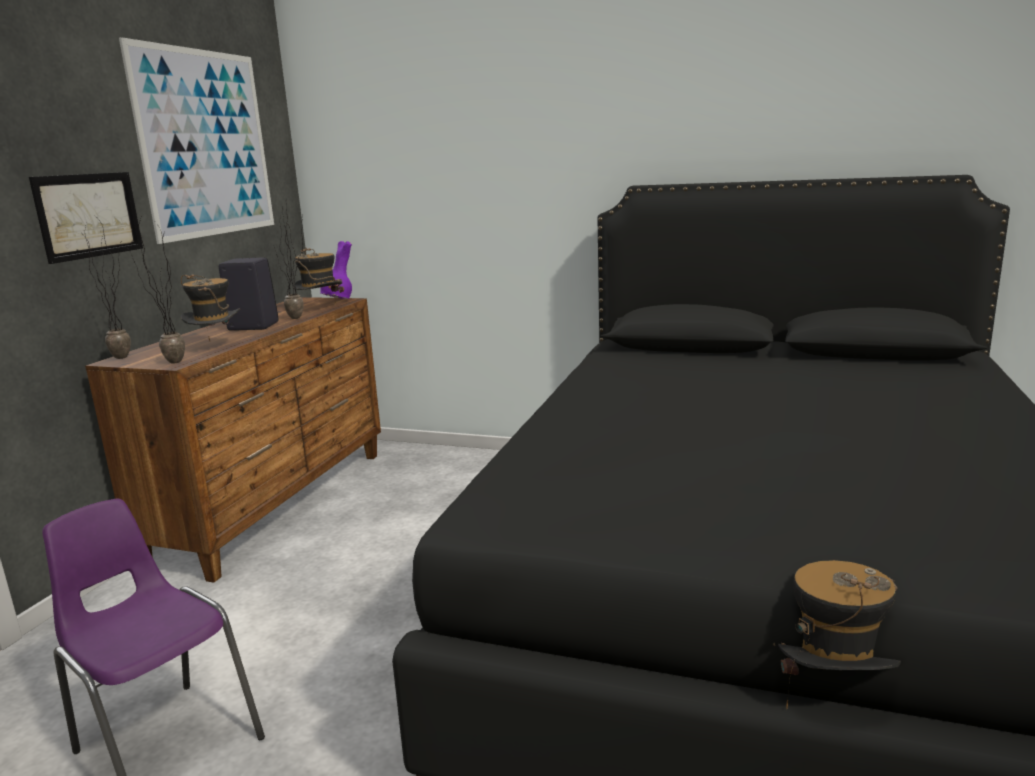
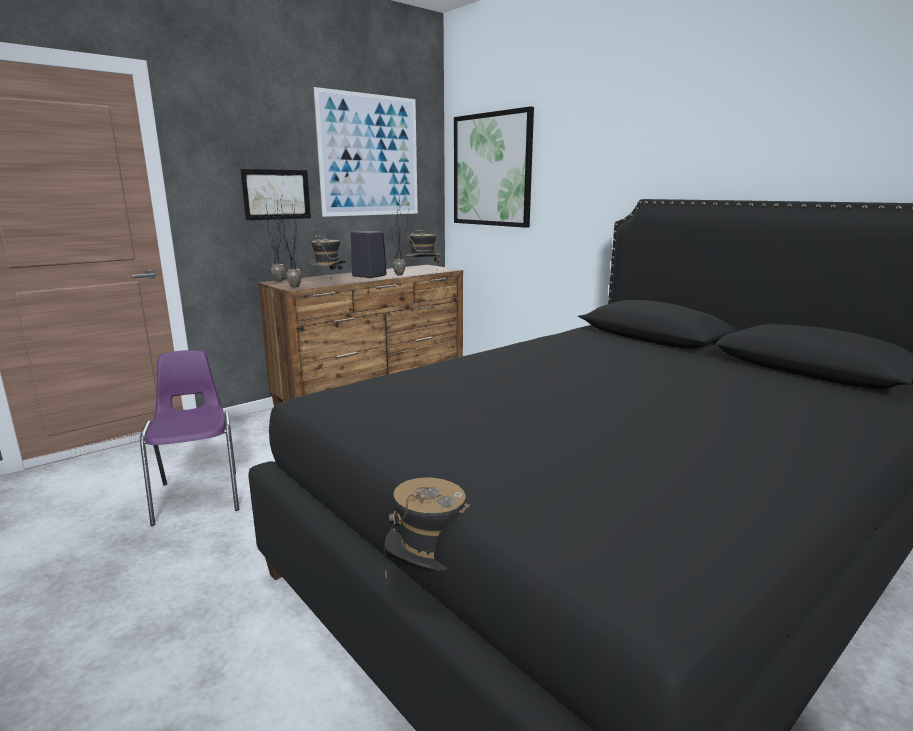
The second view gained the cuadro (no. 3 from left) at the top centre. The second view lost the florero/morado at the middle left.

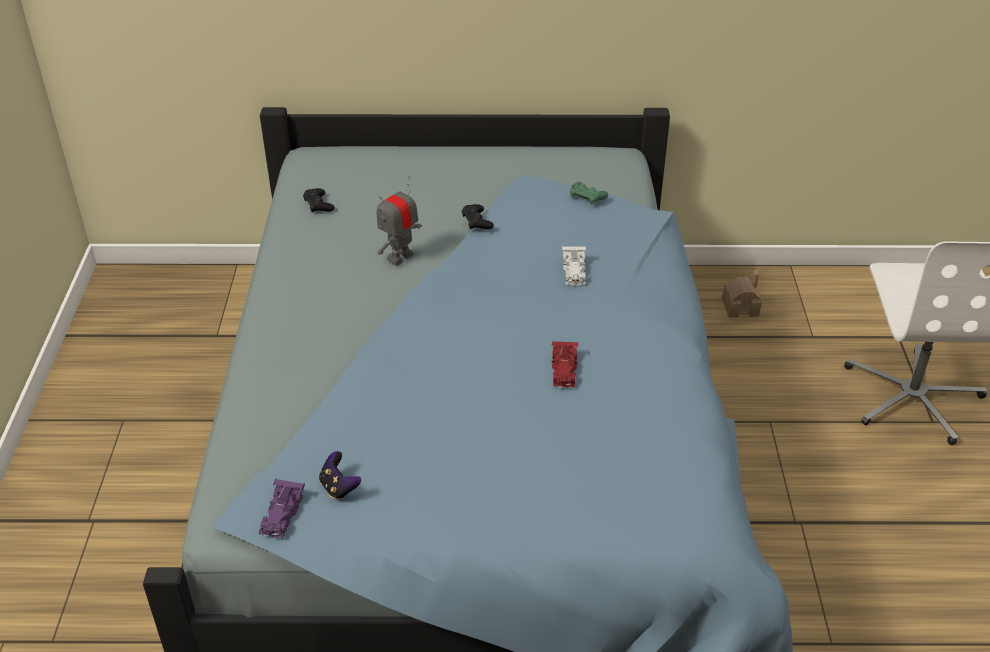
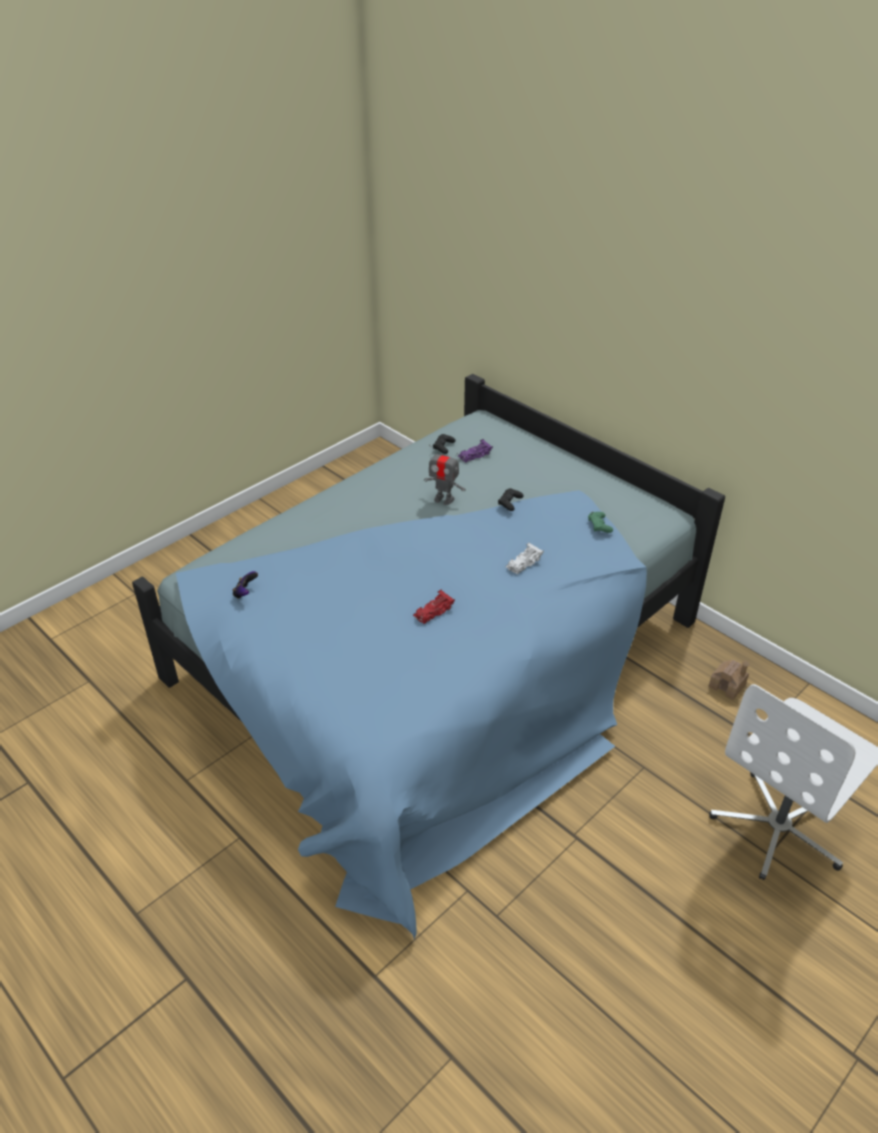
The robot de juguete at the centre ended up facing another way, 150 degrees counterclockwise from before. The coche de juguete/morado ended up elsewhere, having gone from the bottom left to the centre.

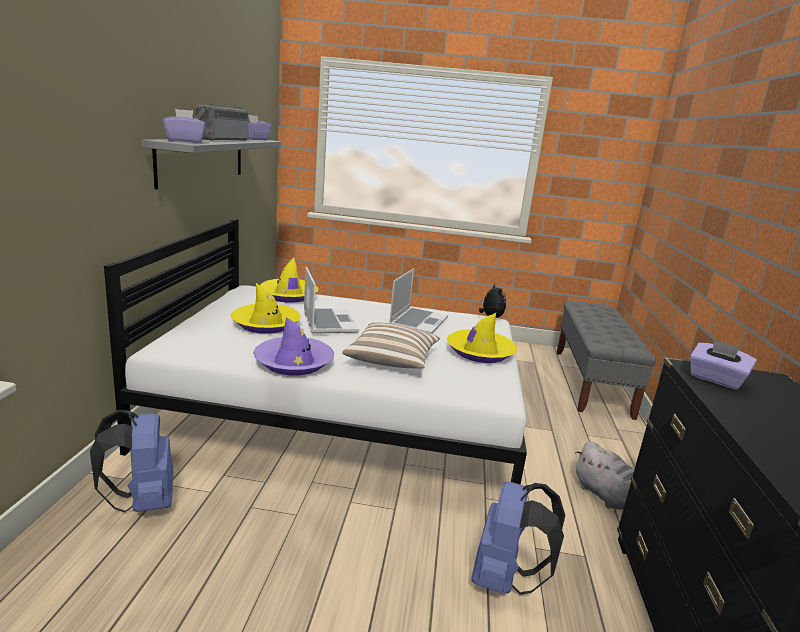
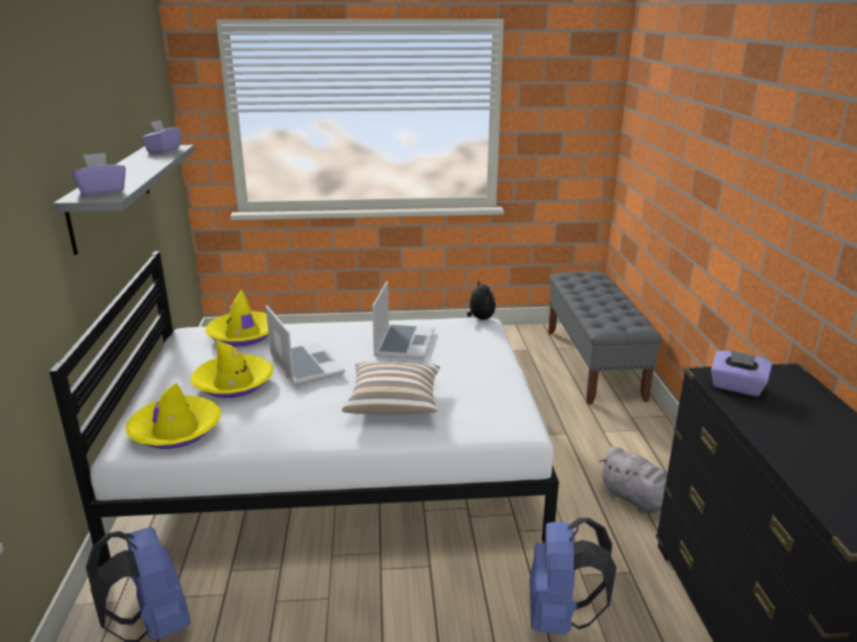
The sombrero/amarillo (no. 3 from left in the first image) ended up elsewhere, having gone from the centre to the middle left. The second view lost the radio at the top left. The second view lost the sombrero/morado at the centre.

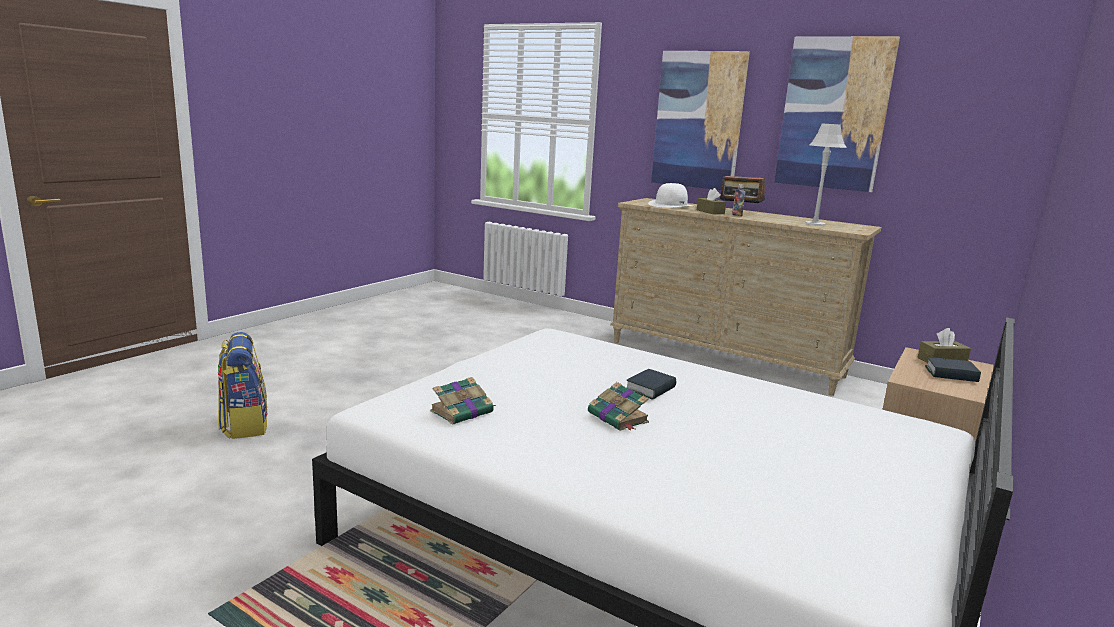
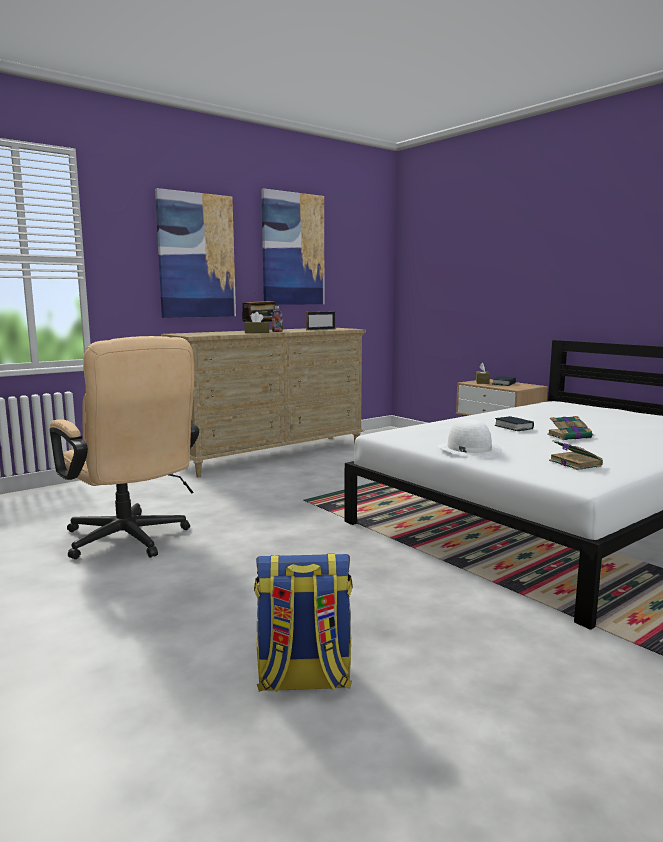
The second view gained the silla de oficina/beis at the middle left. Where the lámpara de mesa/gris stood at the top right, the portarretratos came to stand at the centre. The sombrero/blanco ended up elsewhere, having gone from the top centre to the middle right.

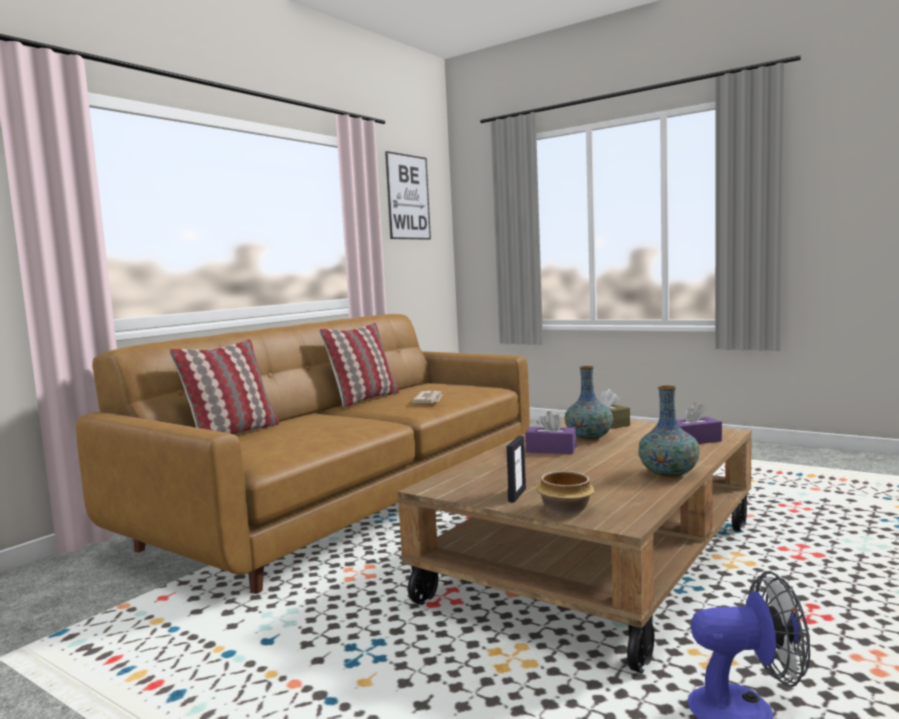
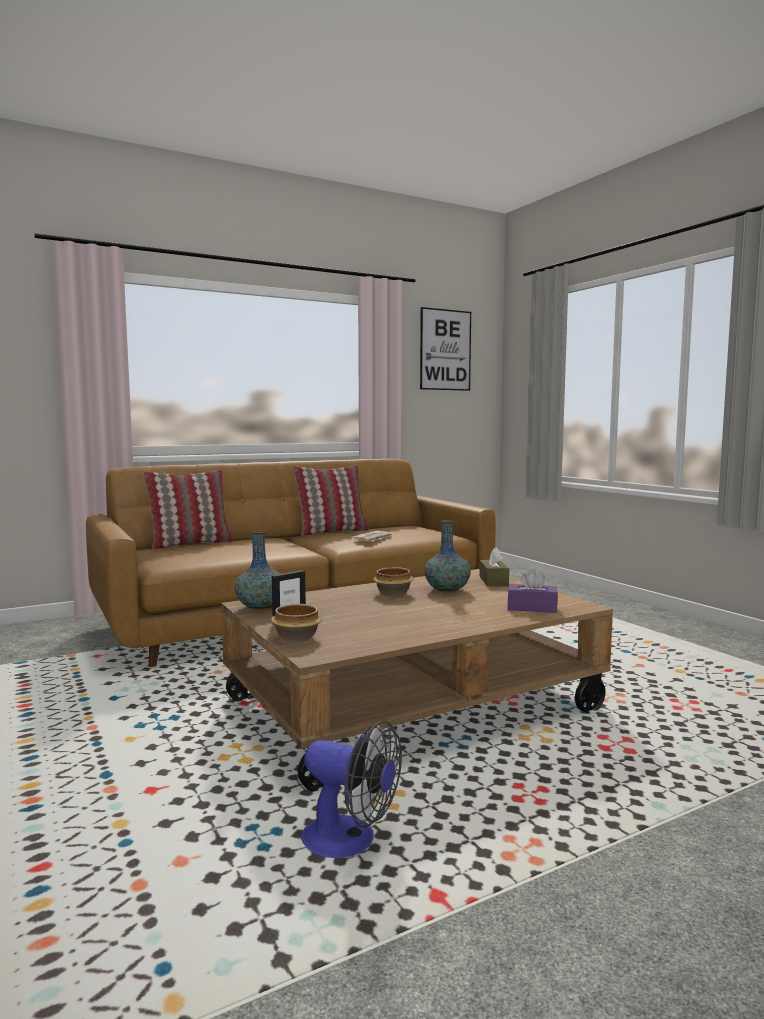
The florero (no. 2 from left in the first image) ended up elsewhere, having gone from the middle right to the centre. Where the caja de pañuelos/morado (no. 1 from left) stood at the centre, the cuenco (no. 2 from left) came to stand at the centre.

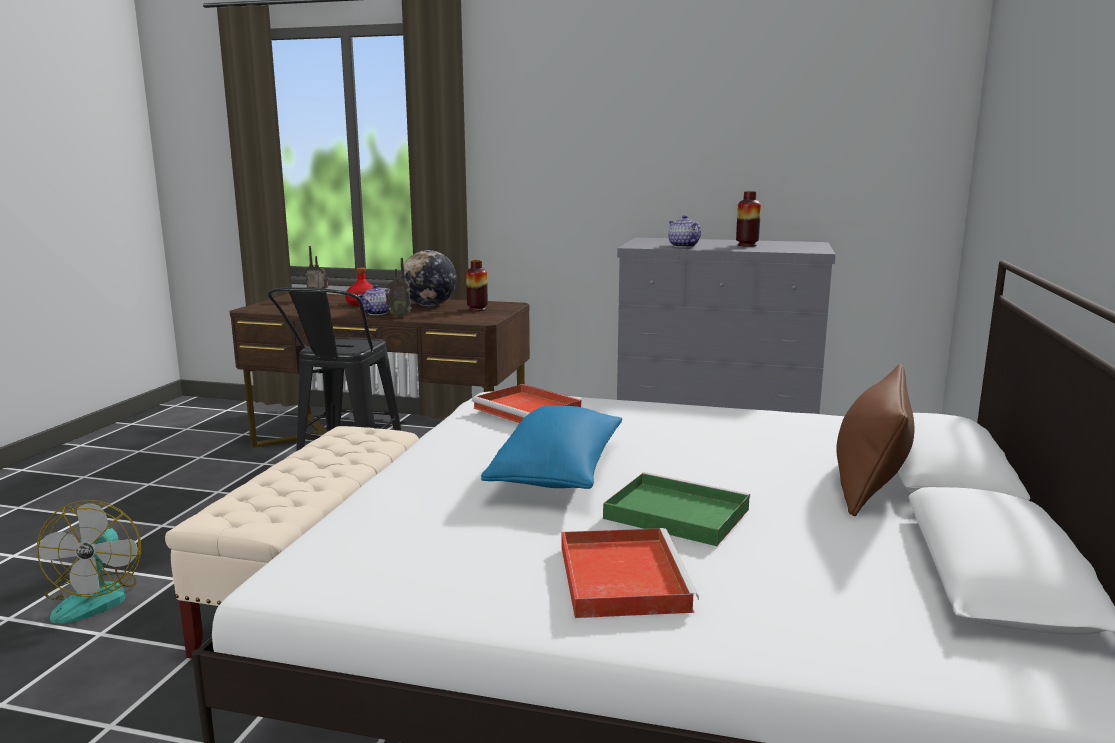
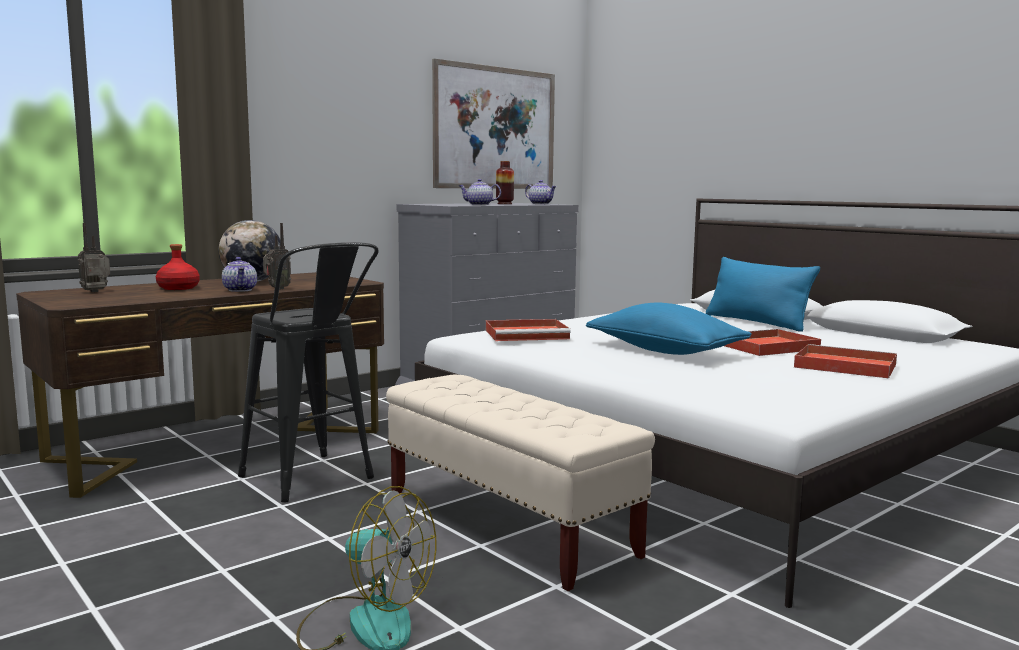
The second view gained the cuadro at the top centre. The second view gained the tetera (no. 3 from left) at the top centre. What was the cojín/marrón at the middle right turned into the cojín/azul (no. 2 from left) at the middle right. What was the bandeja/verde at the bottom centre turned into the bandeja/rojo (no. 2 from left) at the middle right. The second view lost the florero (no. 1 from left) at the centre.

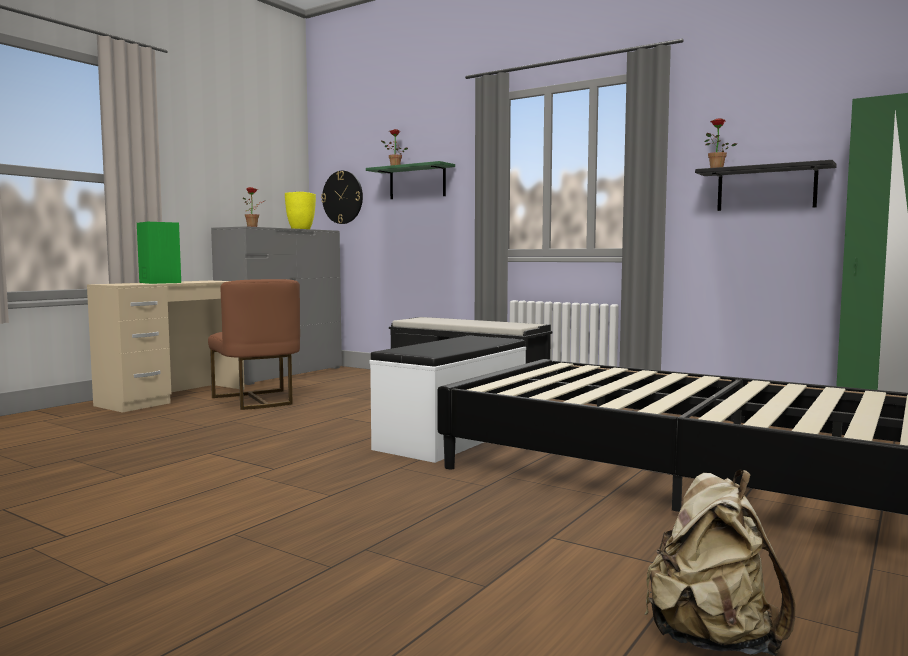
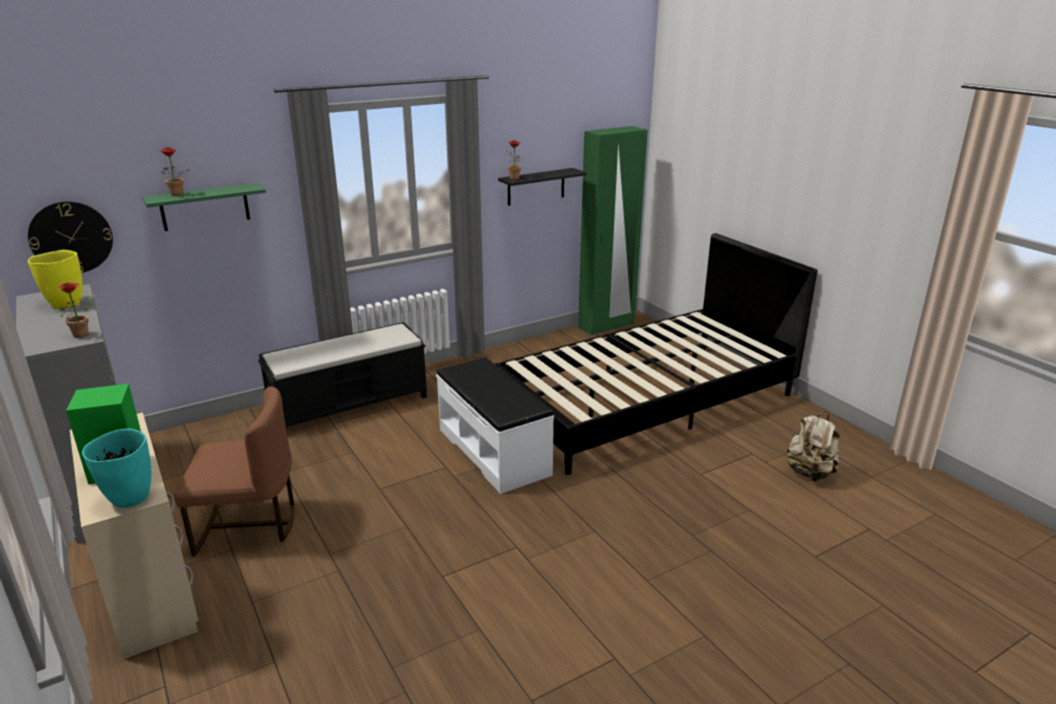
The second view gained the florero/turquesa at the middle left.

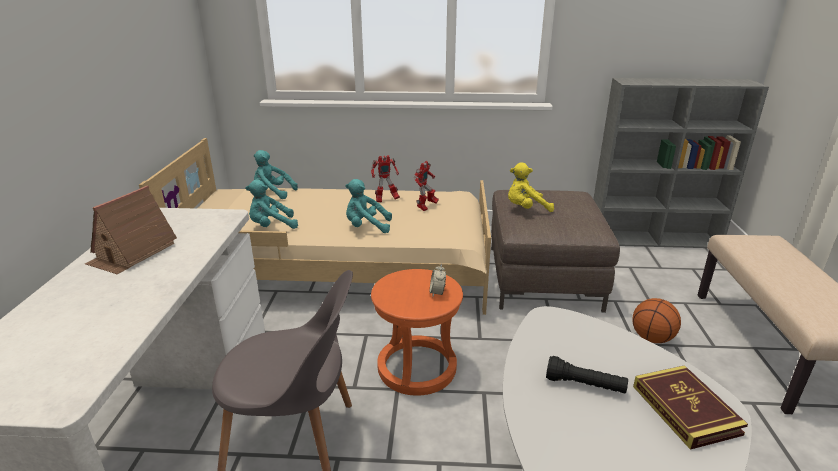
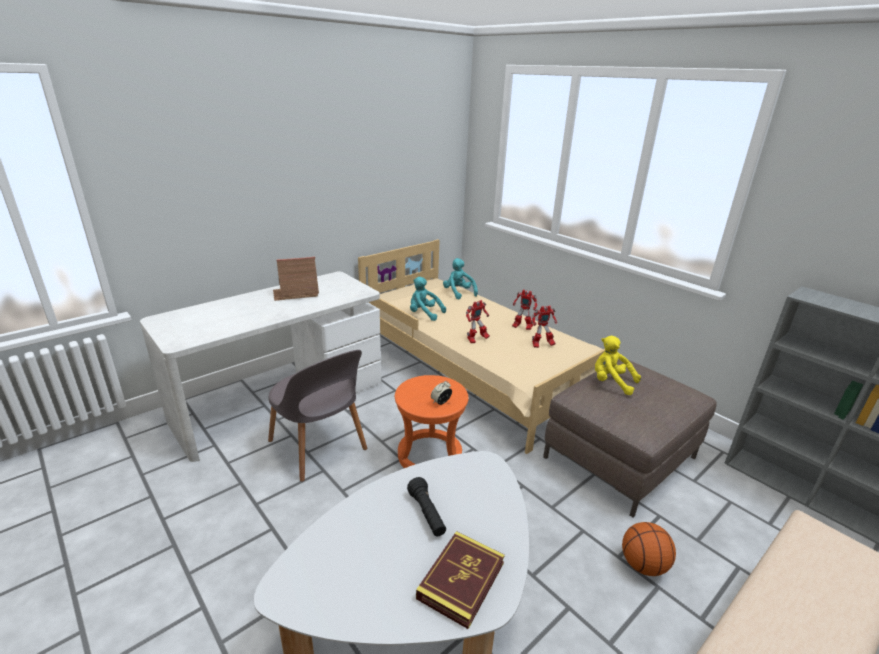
Where the peluche/turquesa (no. 3 from left) stood at the centre, the robot de juguete (no. 1 from left) came to stand at the centre.

